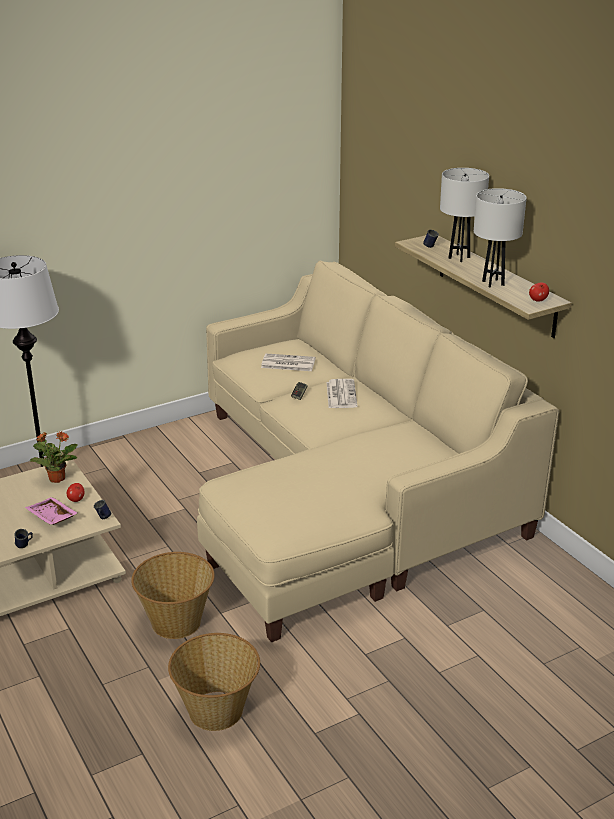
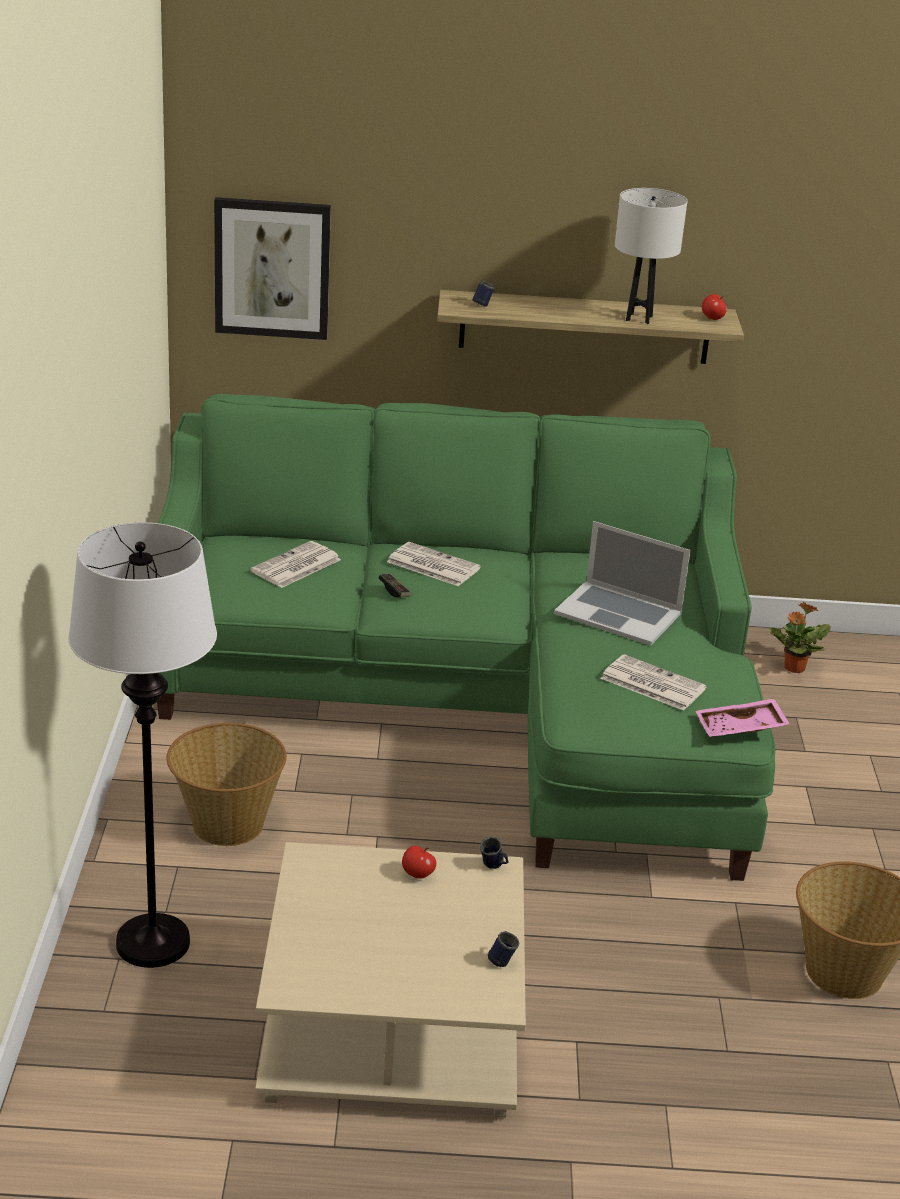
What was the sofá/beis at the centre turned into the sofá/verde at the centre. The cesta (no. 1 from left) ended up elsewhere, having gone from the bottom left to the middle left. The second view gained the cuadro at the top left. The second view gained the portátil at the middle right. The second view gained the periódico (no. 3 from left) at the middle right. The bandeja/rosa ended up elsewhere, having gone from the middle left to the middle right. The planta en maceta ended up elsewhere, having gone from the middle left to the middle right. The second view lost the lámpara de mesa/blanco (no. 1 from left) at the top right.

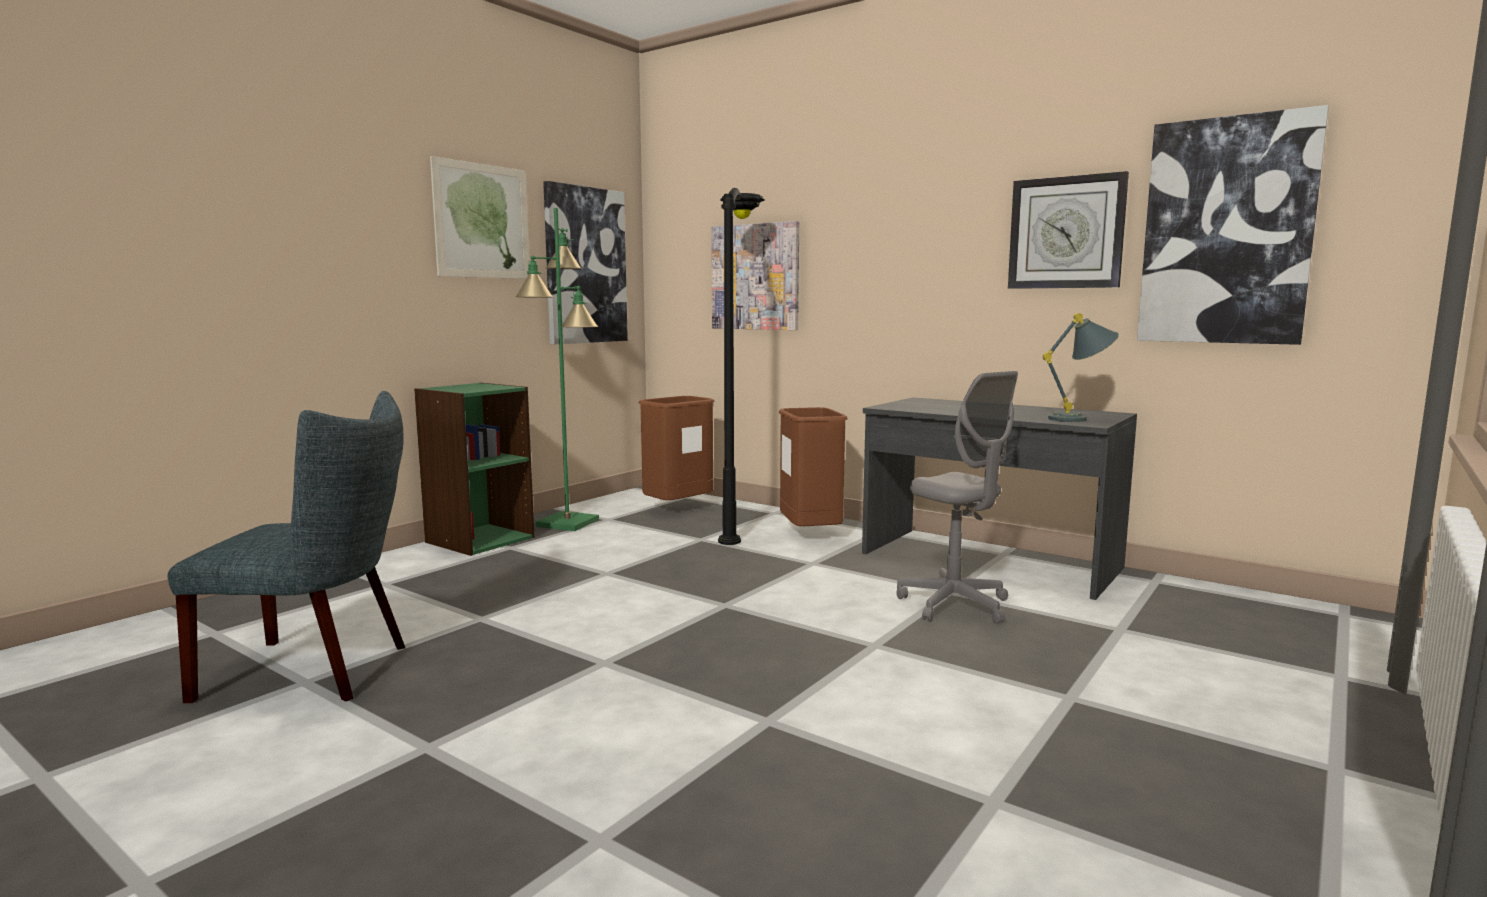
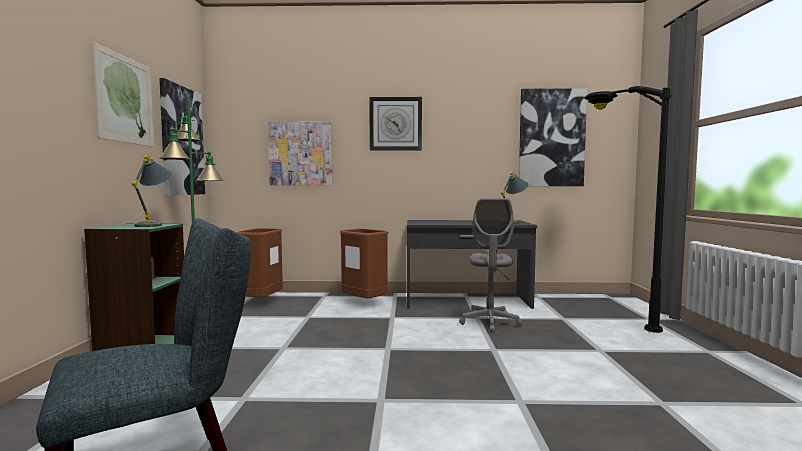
The second view gained the lámpara de mesa/gris (no. 1 from left) at the middle left. The reloj de pared ended up elsewhere, having gone from the top right to the top centre. The silla de oficina/gris at the centre ended up facing another way, 75 degrees clockwise from before. The lámpara de pie/negro ended up elsewhere, having gone from the centre to the middle right.

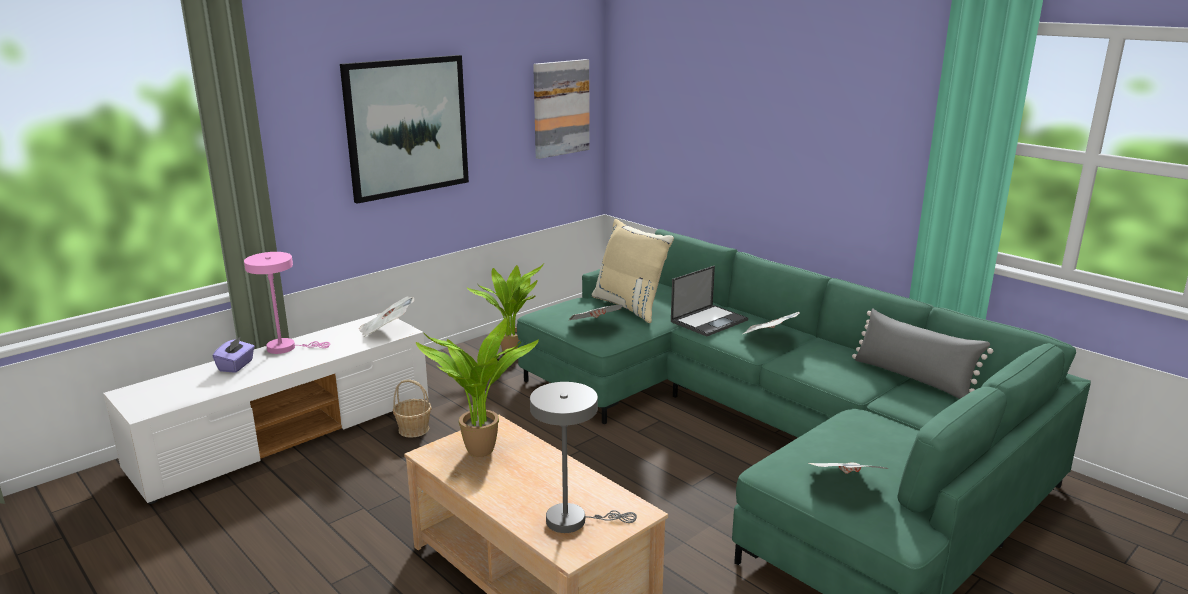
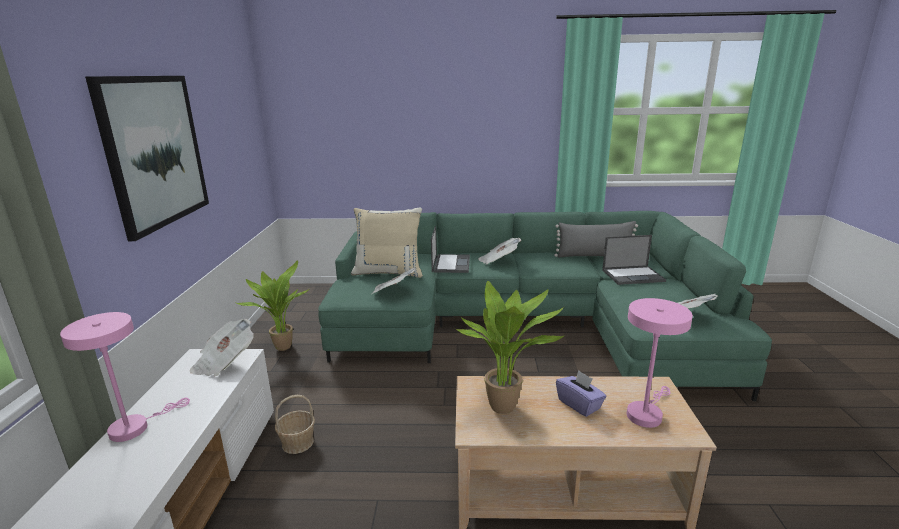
The caja de pañuelos/morado ended up elsewhere, having gone from the middle left to the bottom centre. The second view gained the portátil (no. 2 from left) at the middle right. What was the lámpara de mesa/gris at the bottom centre turned into the lámpara de mesa/rosa (no. 2 from left) at the bottom right. The second view lost the cuadro (no. 2 from left) at the top centre.

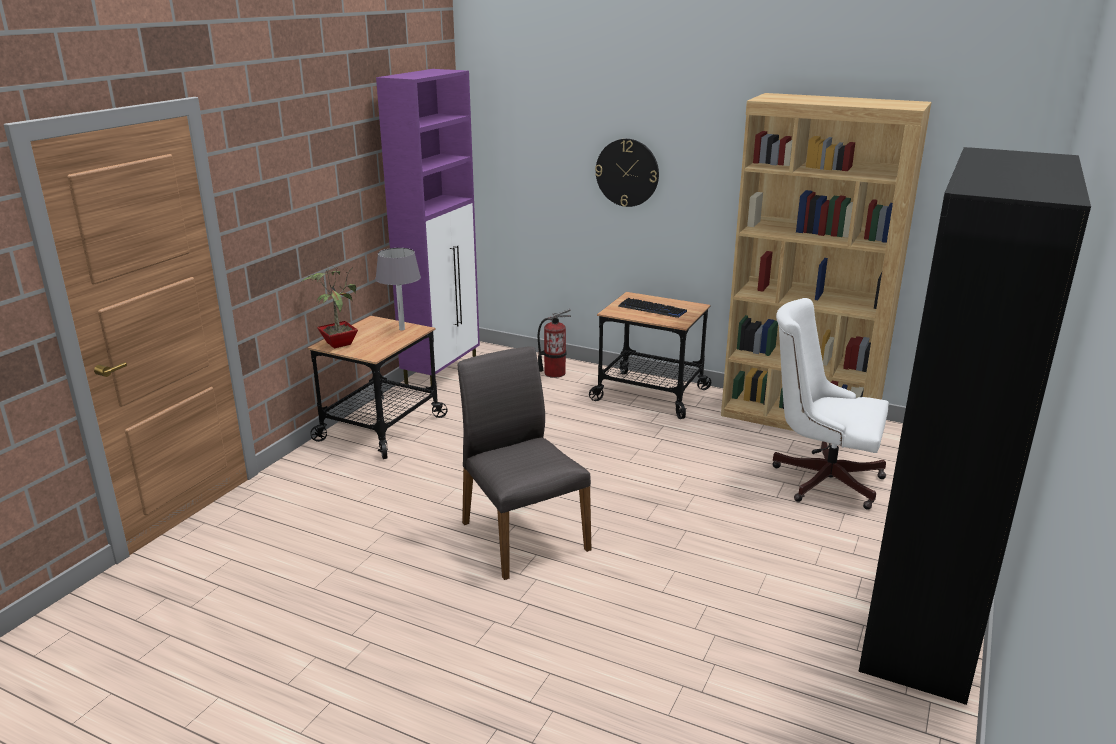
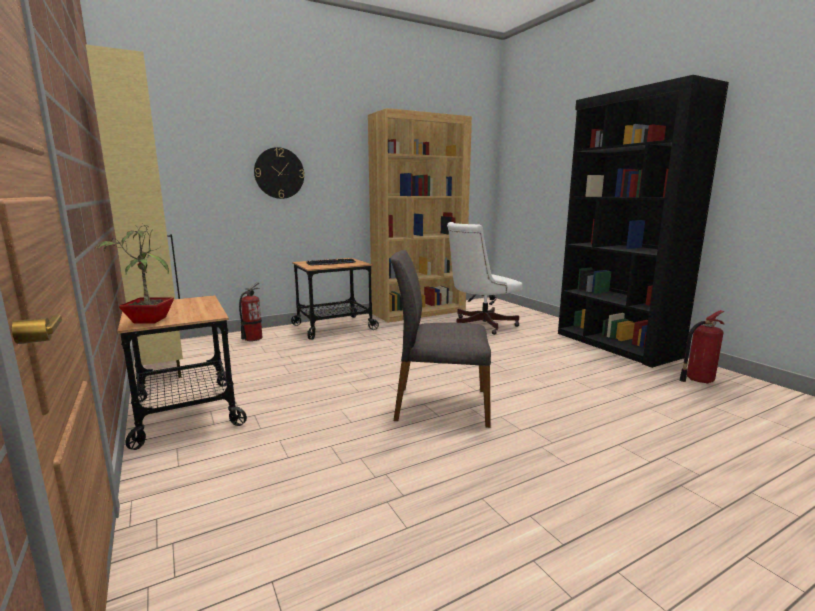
What was the armario/morado at the top centre turned into the armario/beis at the middle left. The second view gained the extintor (no. 2 from left) at the middle right. The second view lost the lámpara de mesa/gris at the centre.

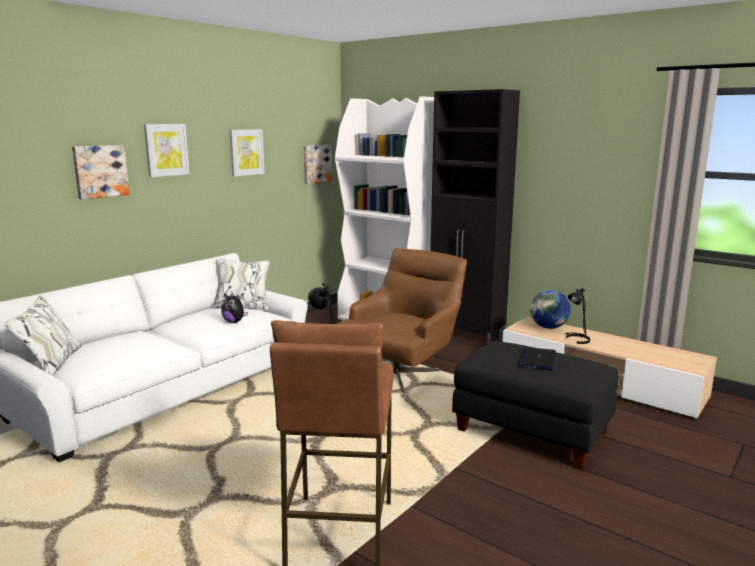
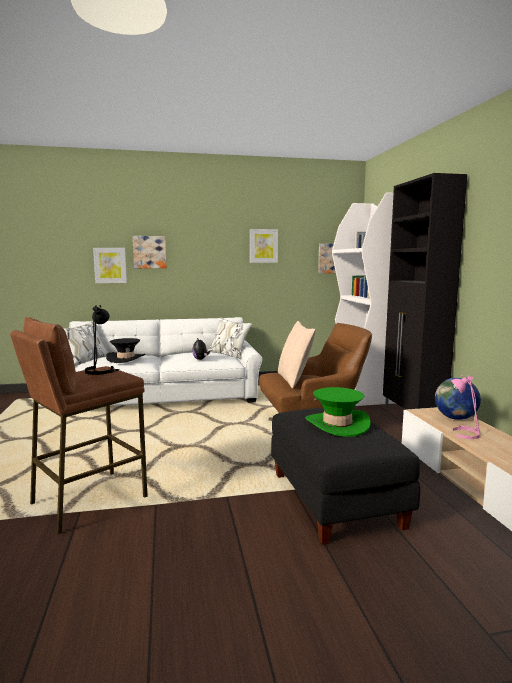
The cuadro (no. 2 from left in the first image) ended up elsewhere, having gone from the top left to the middle left. The second view gained the sombrero/negro at the middle left. The second view gained the cojín/beis at the centre. Where the portátil stood at the middle right, the sombrero/verde came to stand at the centre. What was the lámpara de mesa/negro (no. 2 from left) at the middle right turned into the lámpara de mesa/rosa at the middle right.

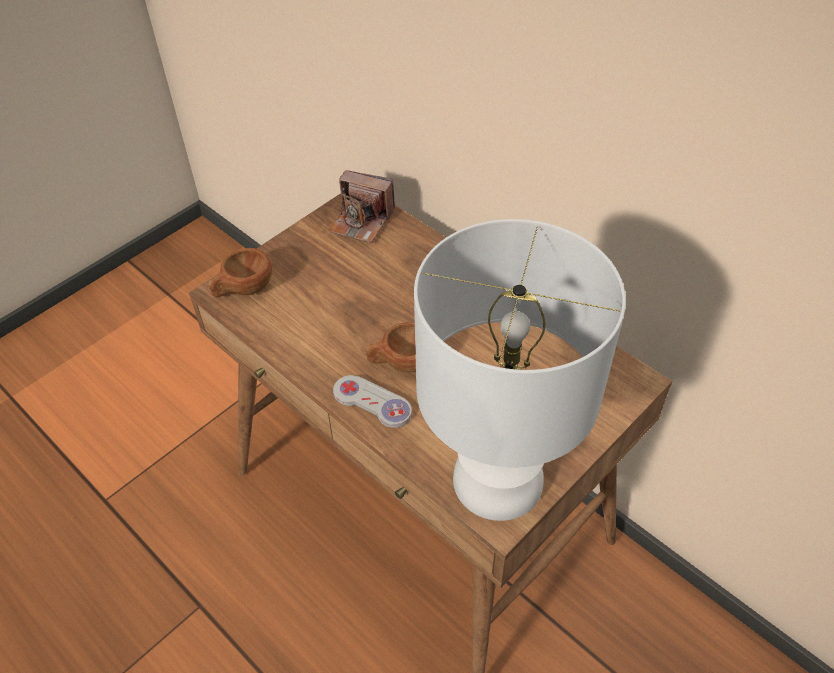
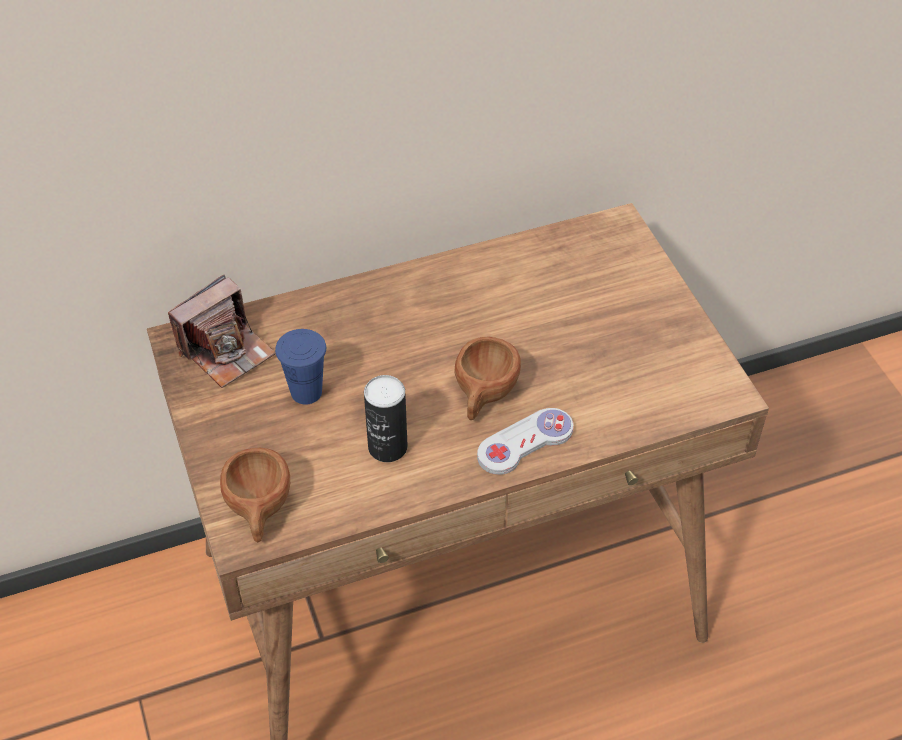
The second view gained the taza/azul at the middle left. The second view gained the lata at the centre. The second view lost the lámpara de mesa/blanco at the centre.

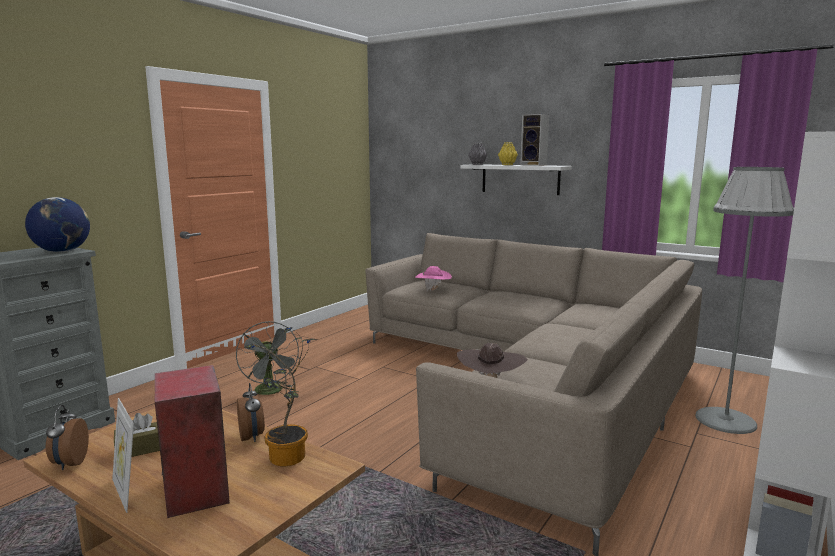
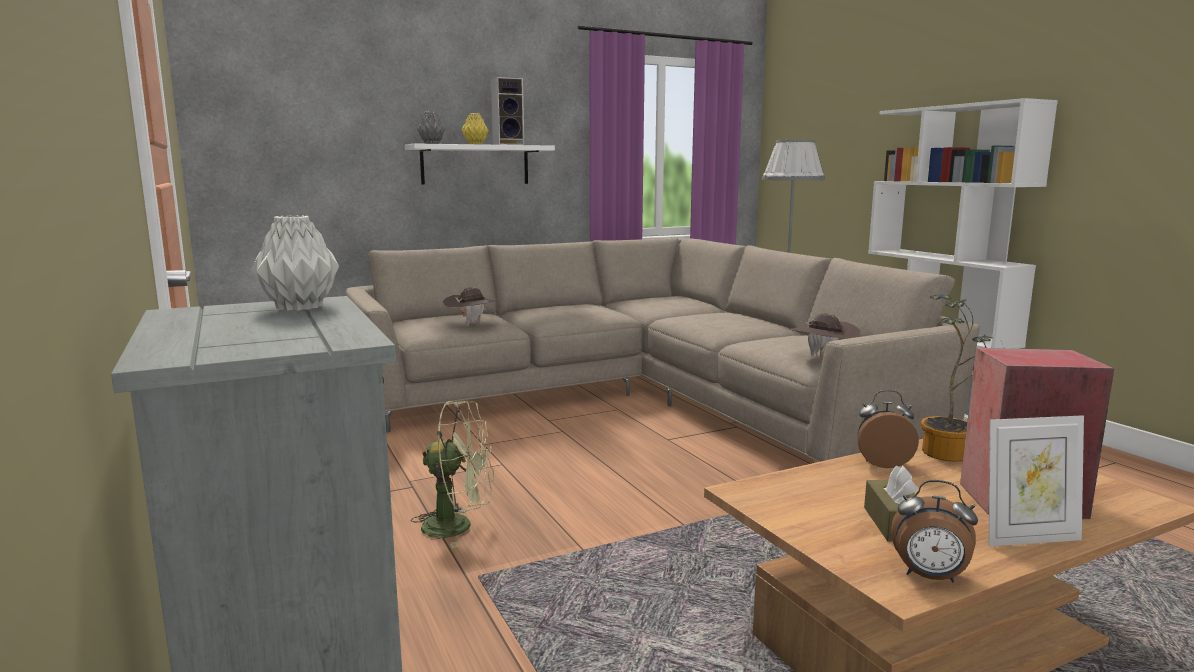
Where the globo terráqueo stood at the middle left, the florero/gris (no. 1 from left) came to stand at the middle left. What was the ventilador/gris at the middle left turned into the ventilador/verde at the bottom centre. What was the sombrero/rosa at the centre turned into the sombrero/marrón (no. 1 from left) at the centre.

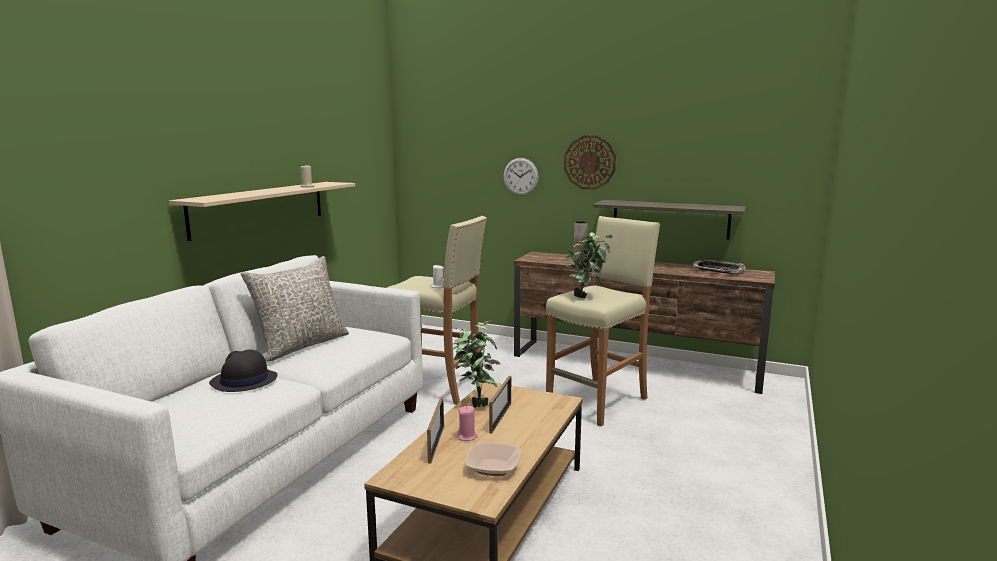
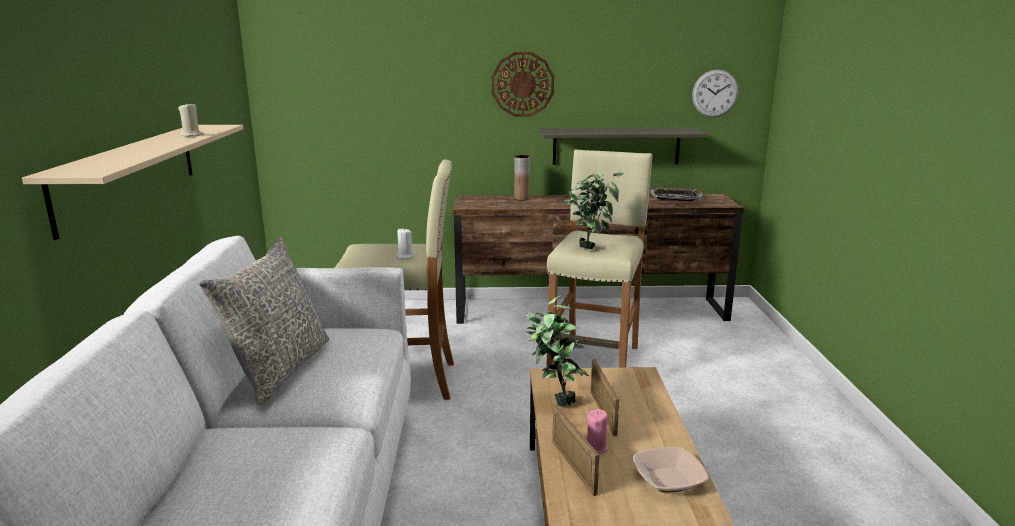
The reloj de pared (no. 1 from left in the first image) ended up elsewhere, having gone from the top centre to the top right. The second view lost the sombrero/negro at the middle left.

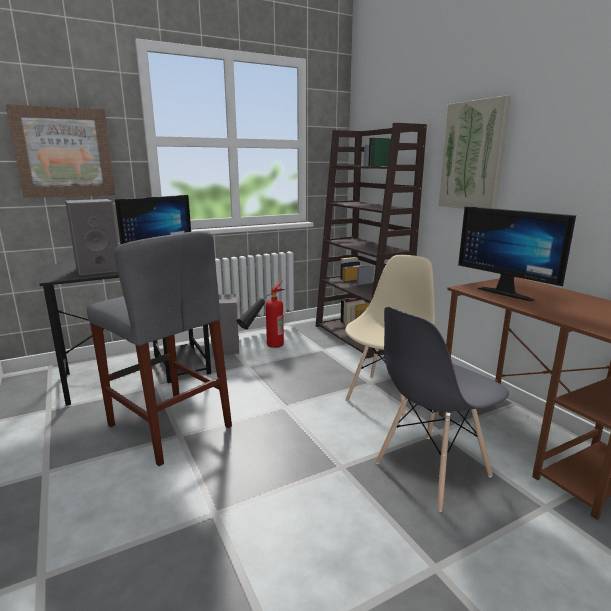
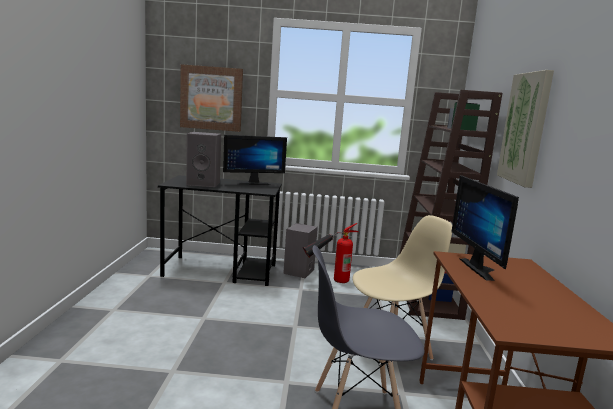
The second view lost the taburete/gris at the middle left.

